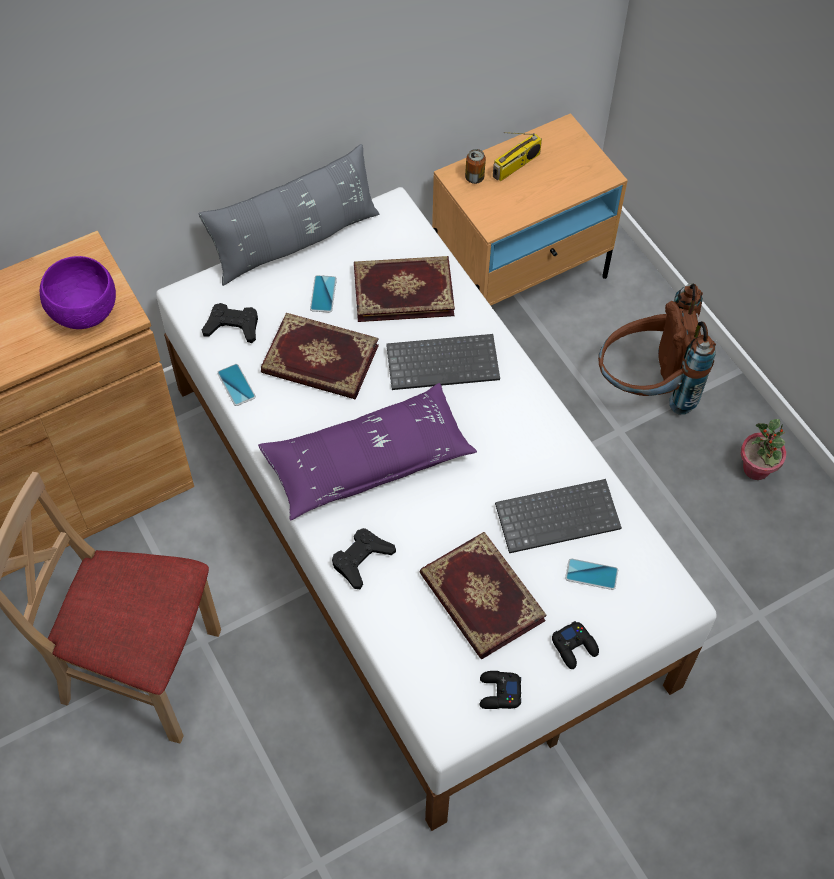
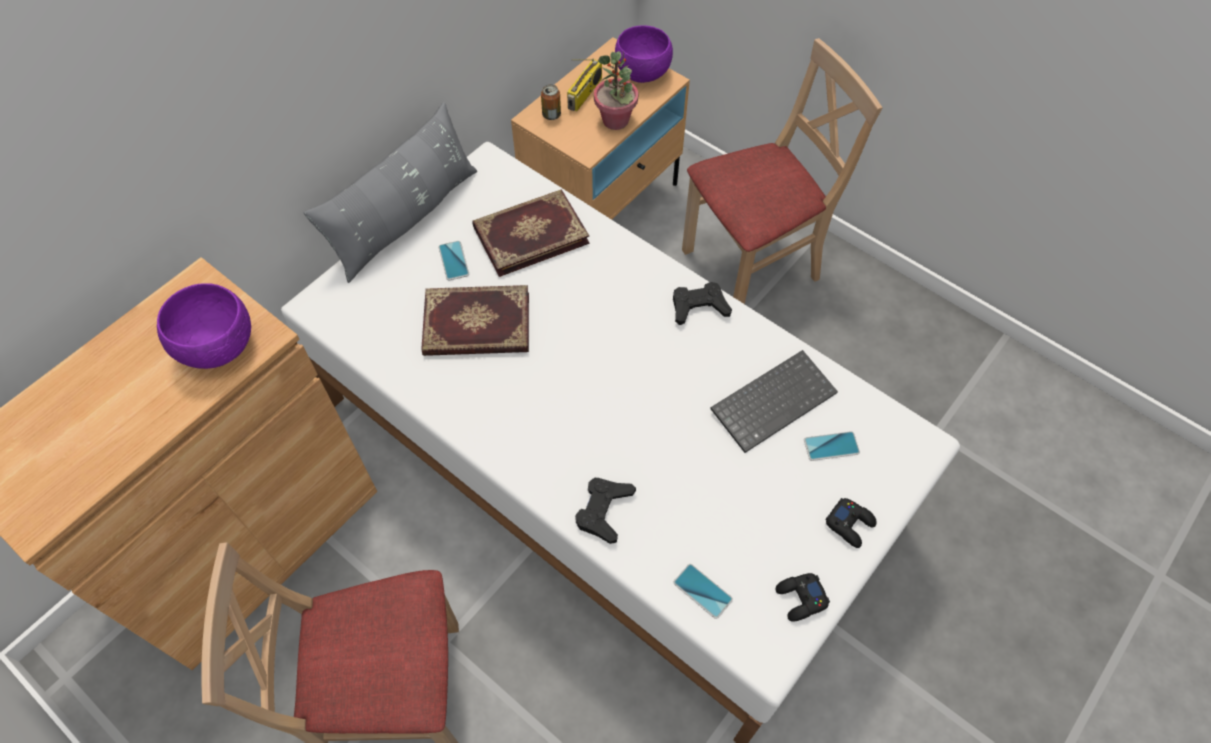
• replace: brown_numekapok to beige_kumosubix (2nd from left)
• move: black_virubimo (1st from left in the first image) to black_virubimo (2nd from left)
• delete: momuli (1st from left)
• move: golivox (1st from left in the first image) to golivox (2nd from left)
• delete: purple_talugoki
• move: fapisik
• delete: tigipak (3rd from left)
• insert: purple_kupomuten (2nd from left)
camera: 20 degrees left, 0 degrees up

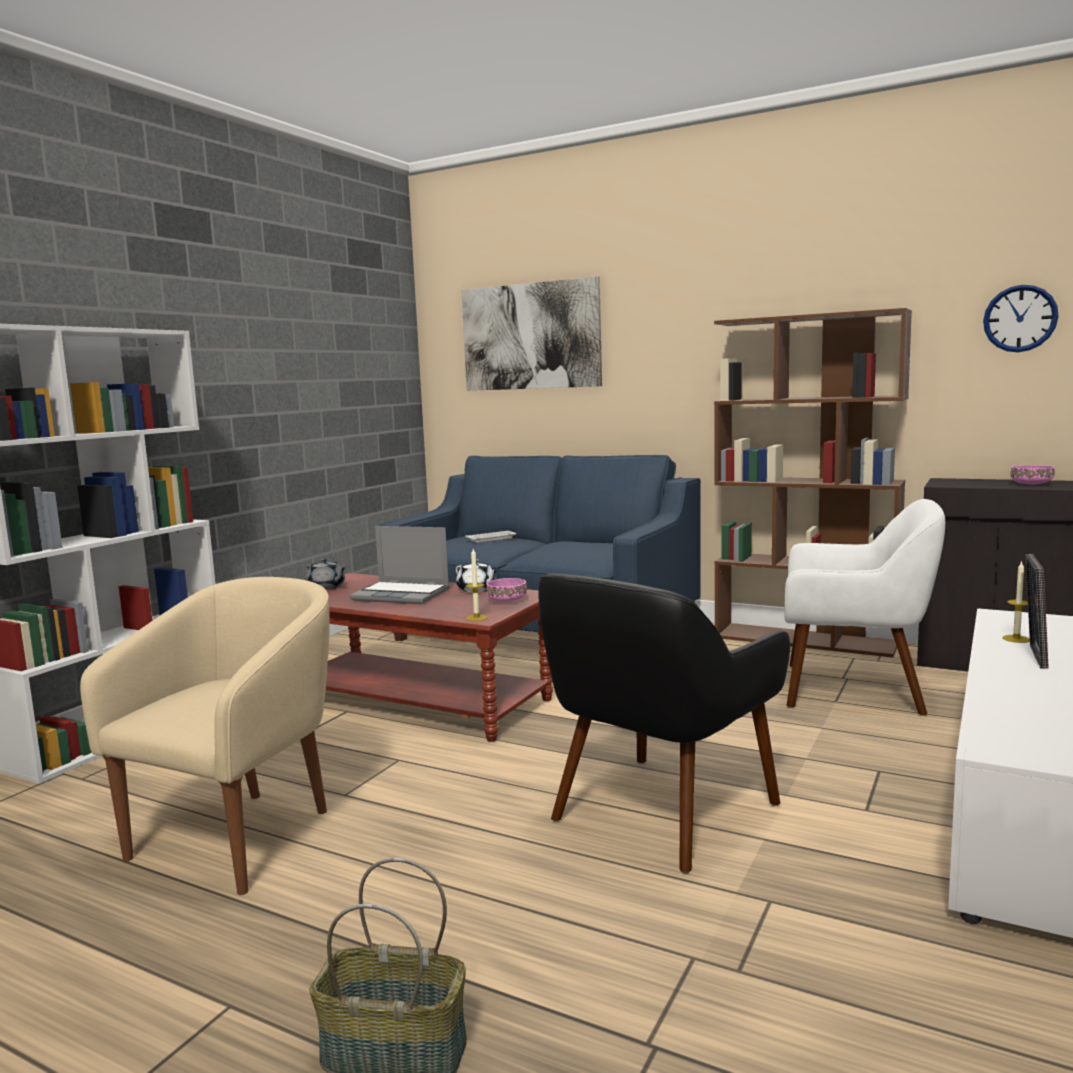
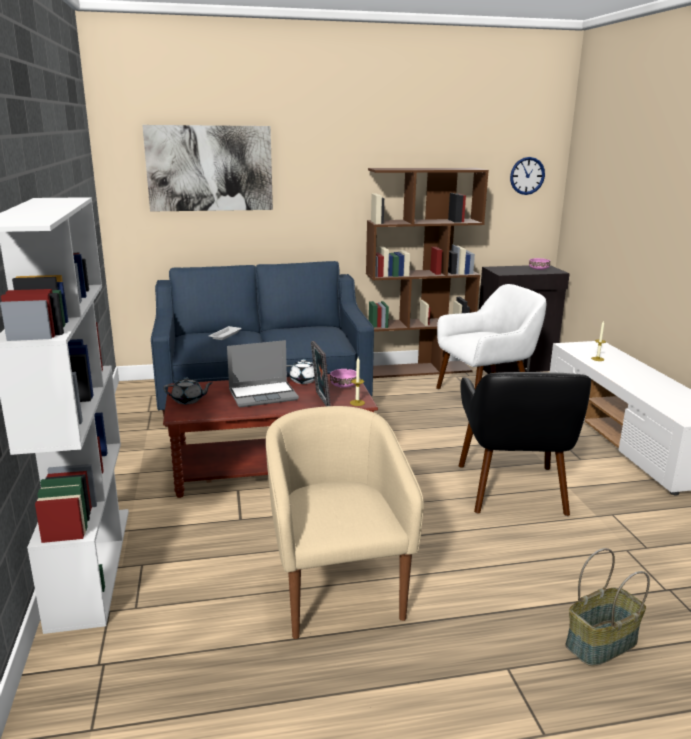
• move: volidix
camera: 40 degrees left, 10 degrees up

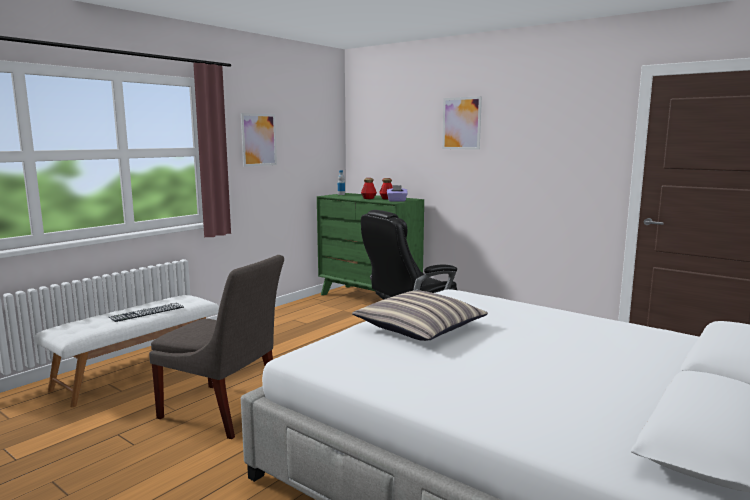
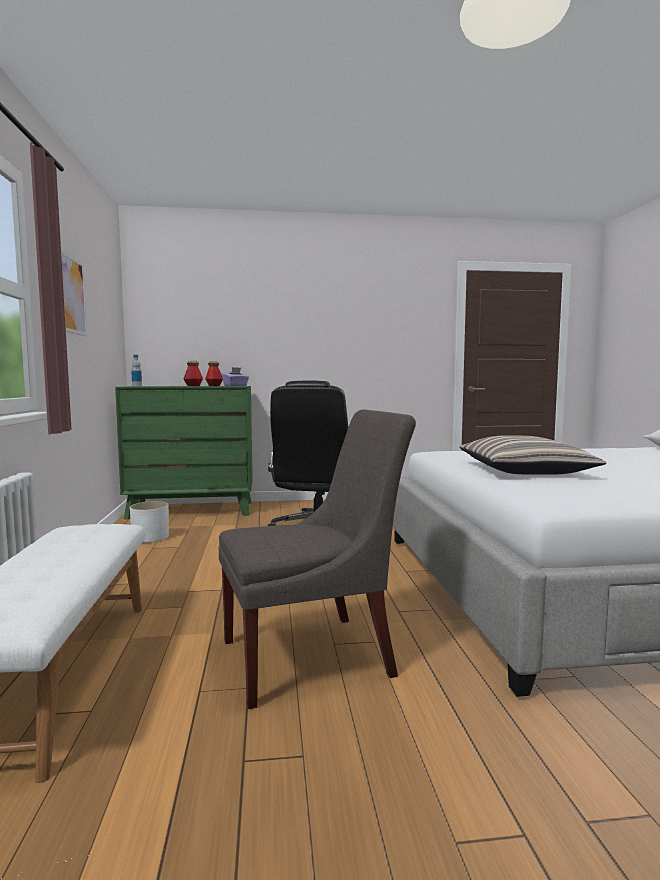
• delete: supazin (2nd from left)
• delete: momuli
• insert: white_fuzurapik
camera: 45 degrees left, 5 degrees down

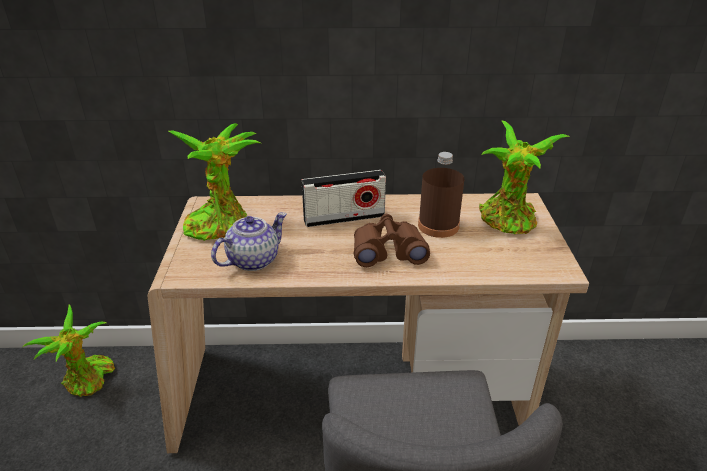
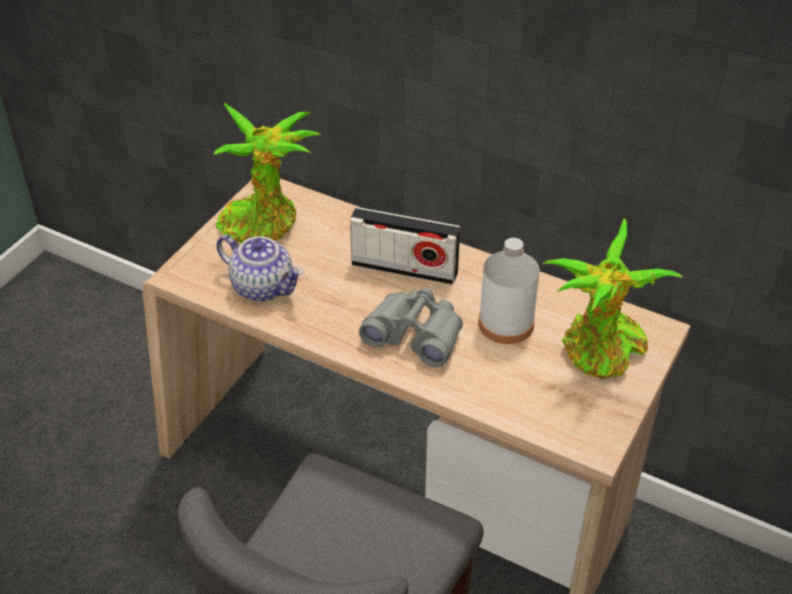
• recolor: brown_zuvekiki to white_zuvekiki
• rotate: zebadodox 45 degrees clockwise
• recolor: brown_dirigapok to grey_dirigapok
• delete: fapisik (1st from left)
camera: 30 degrees right, 10 degrees up

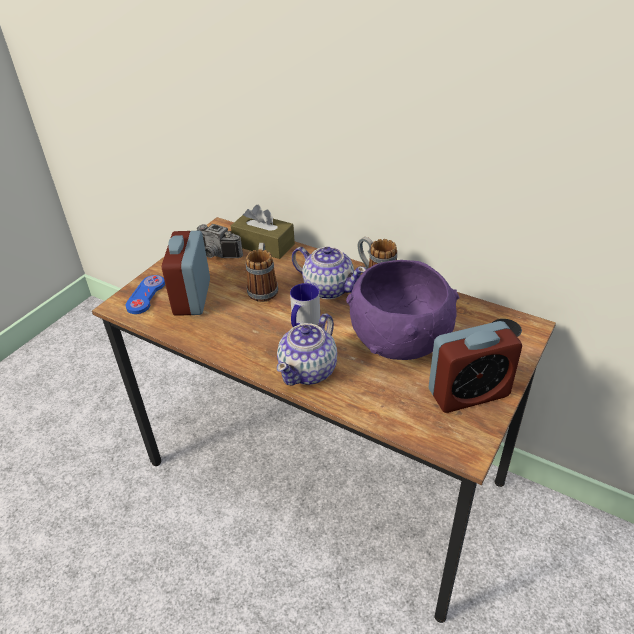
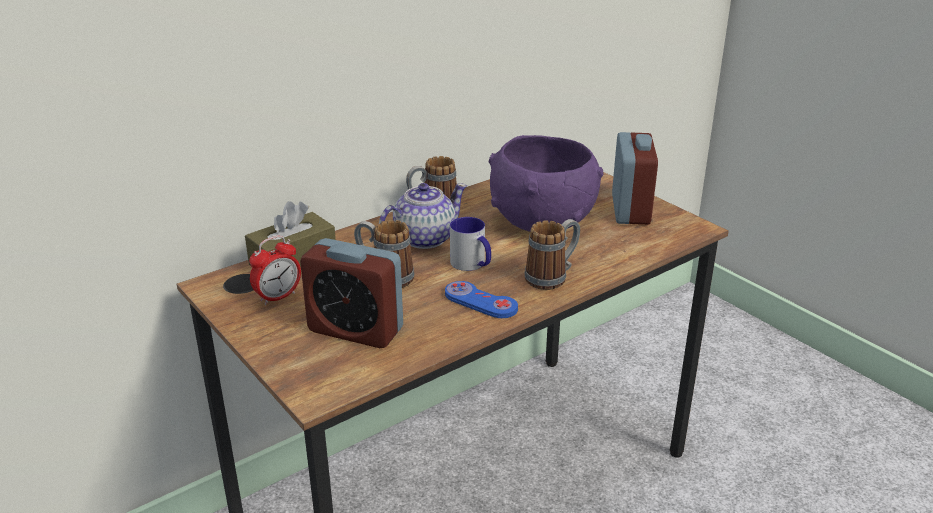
• replace: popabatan to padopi (1st from left)
• move: blue_virubimo
• replace: zebadodox (1st from left) to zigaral (4th from left)
camera: 70 degrees left, 10 degrees down

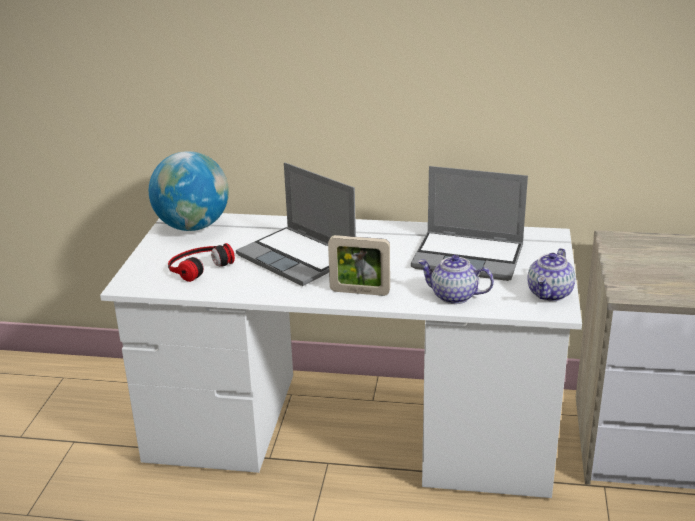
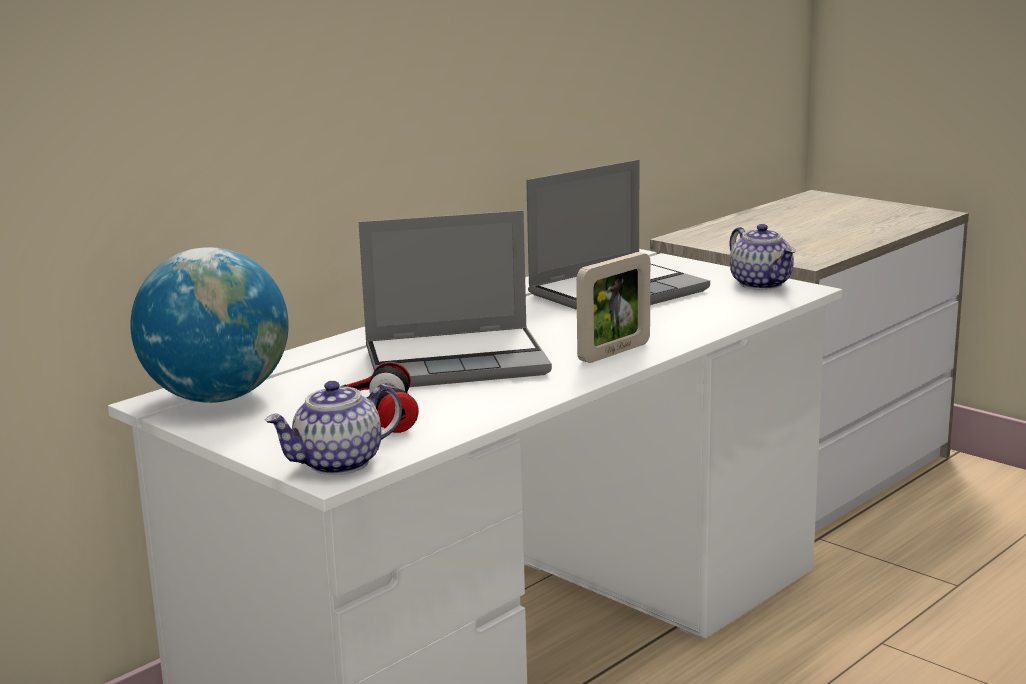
• move: zebadodox (1st from left)
camera: 55 degrees left, 10 degrees down

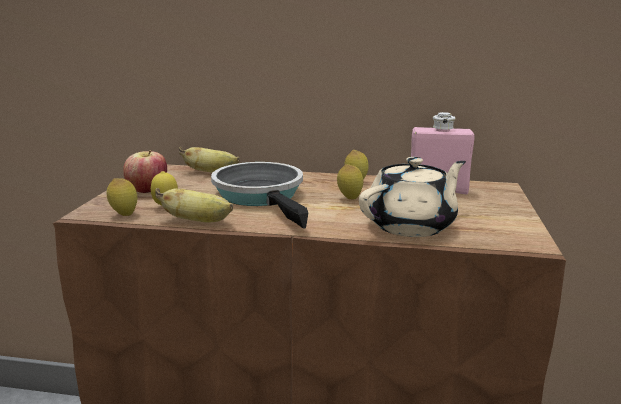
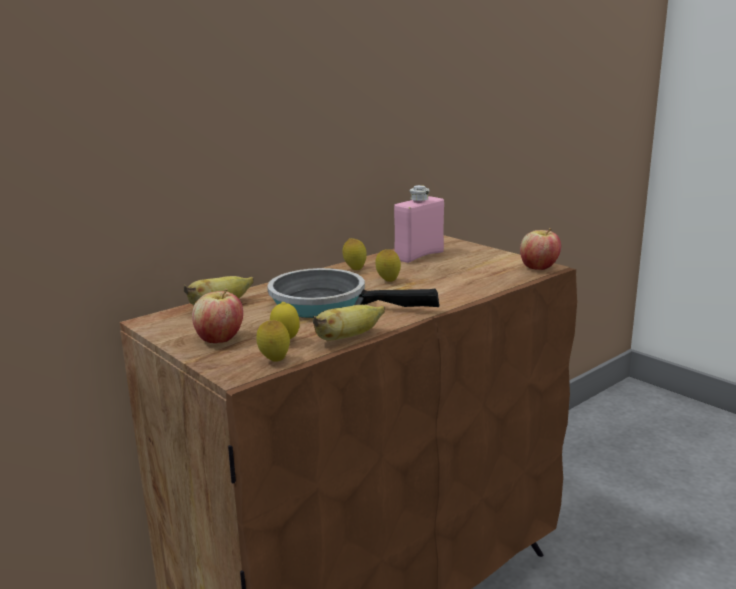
• delete: beige_zebadodox
• insert: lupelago (2nd from left)
camera: 50 degrees left, 0 degrees up

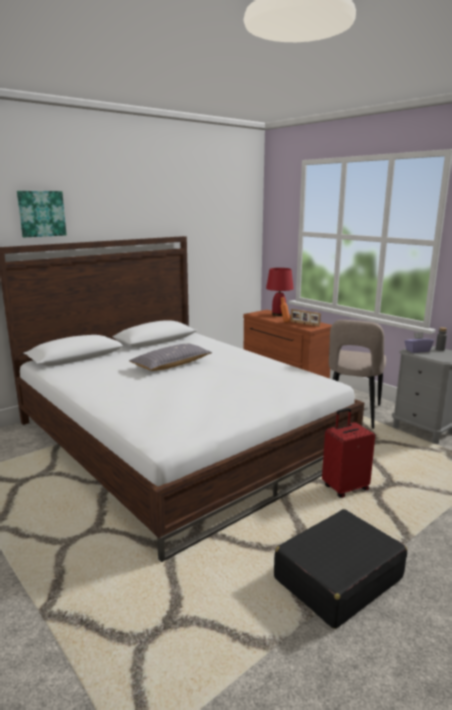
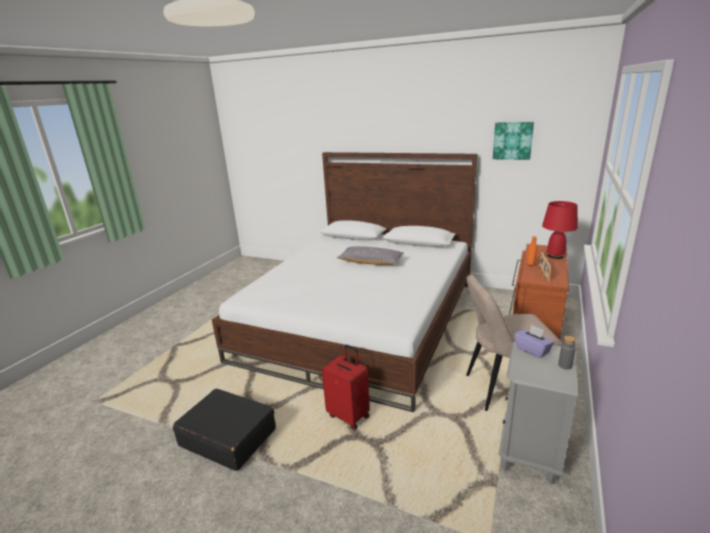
• move: supazin
camera: 65 degrees right, 5 degrees up

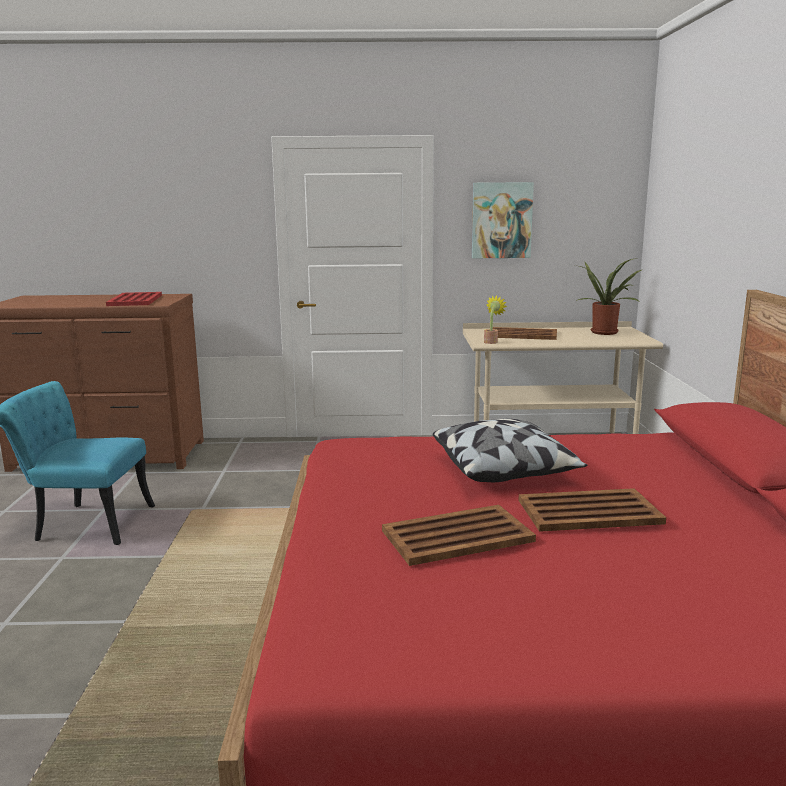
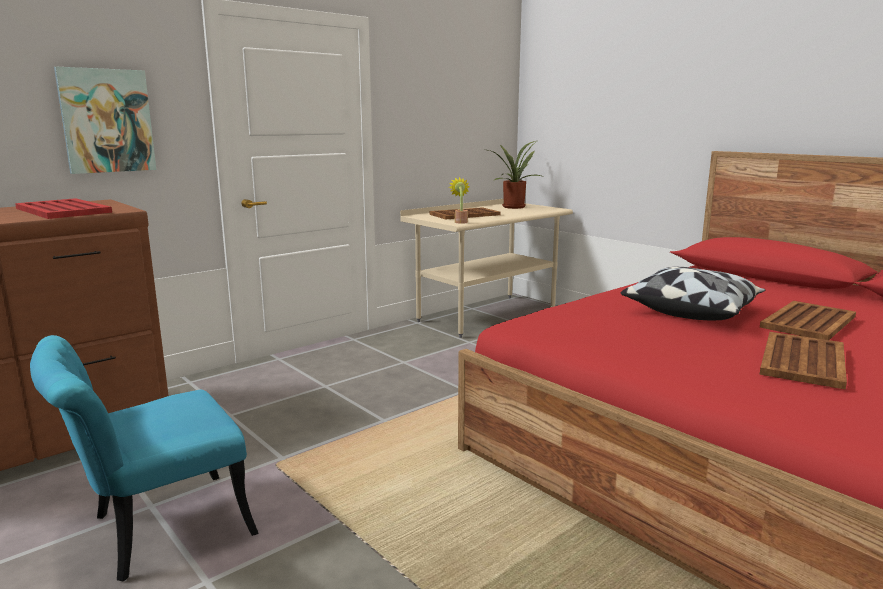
• move: supazin
camera: 40 degrees left, 0 degrees up

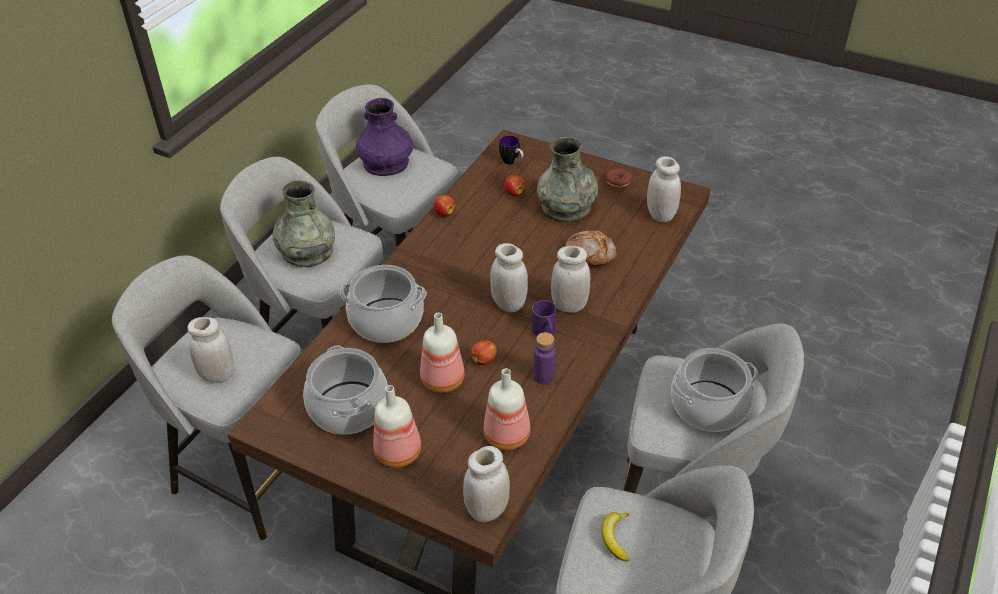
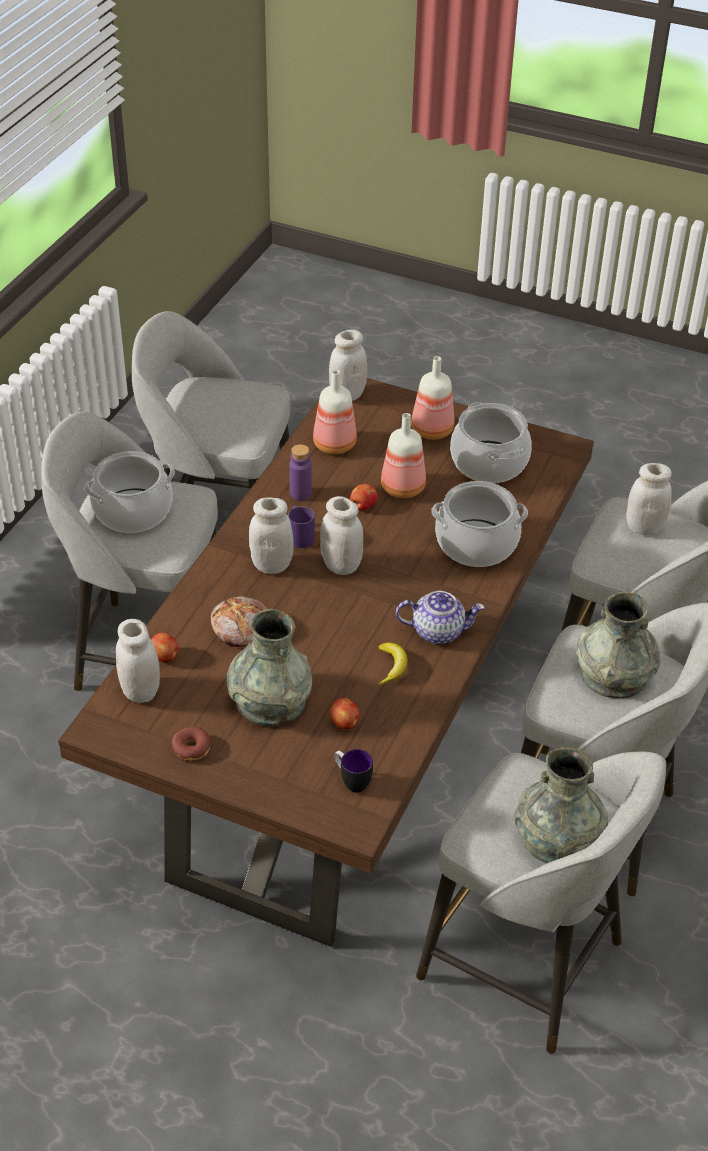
• recolor: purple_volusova to grey_volusova (2nd from left)
• move: lupelago (1st from left)
• move: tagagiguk
• insert: zebadodox
camera: 175 degrees right, 0 degrees up

